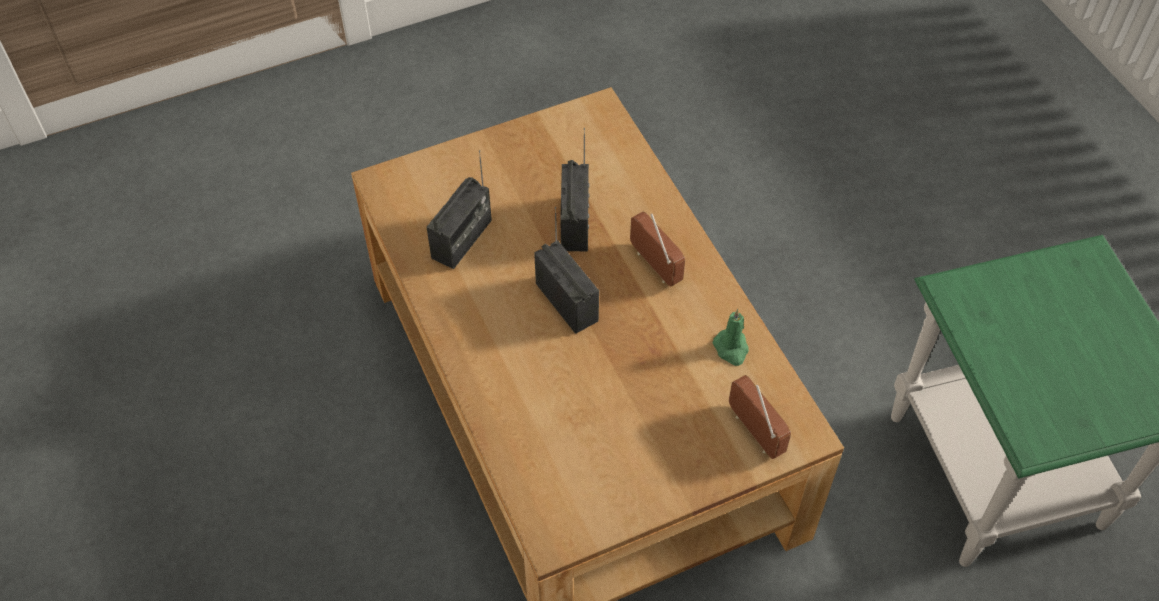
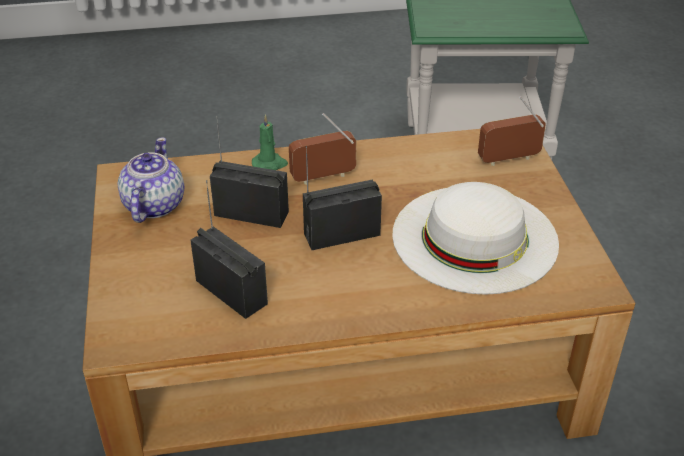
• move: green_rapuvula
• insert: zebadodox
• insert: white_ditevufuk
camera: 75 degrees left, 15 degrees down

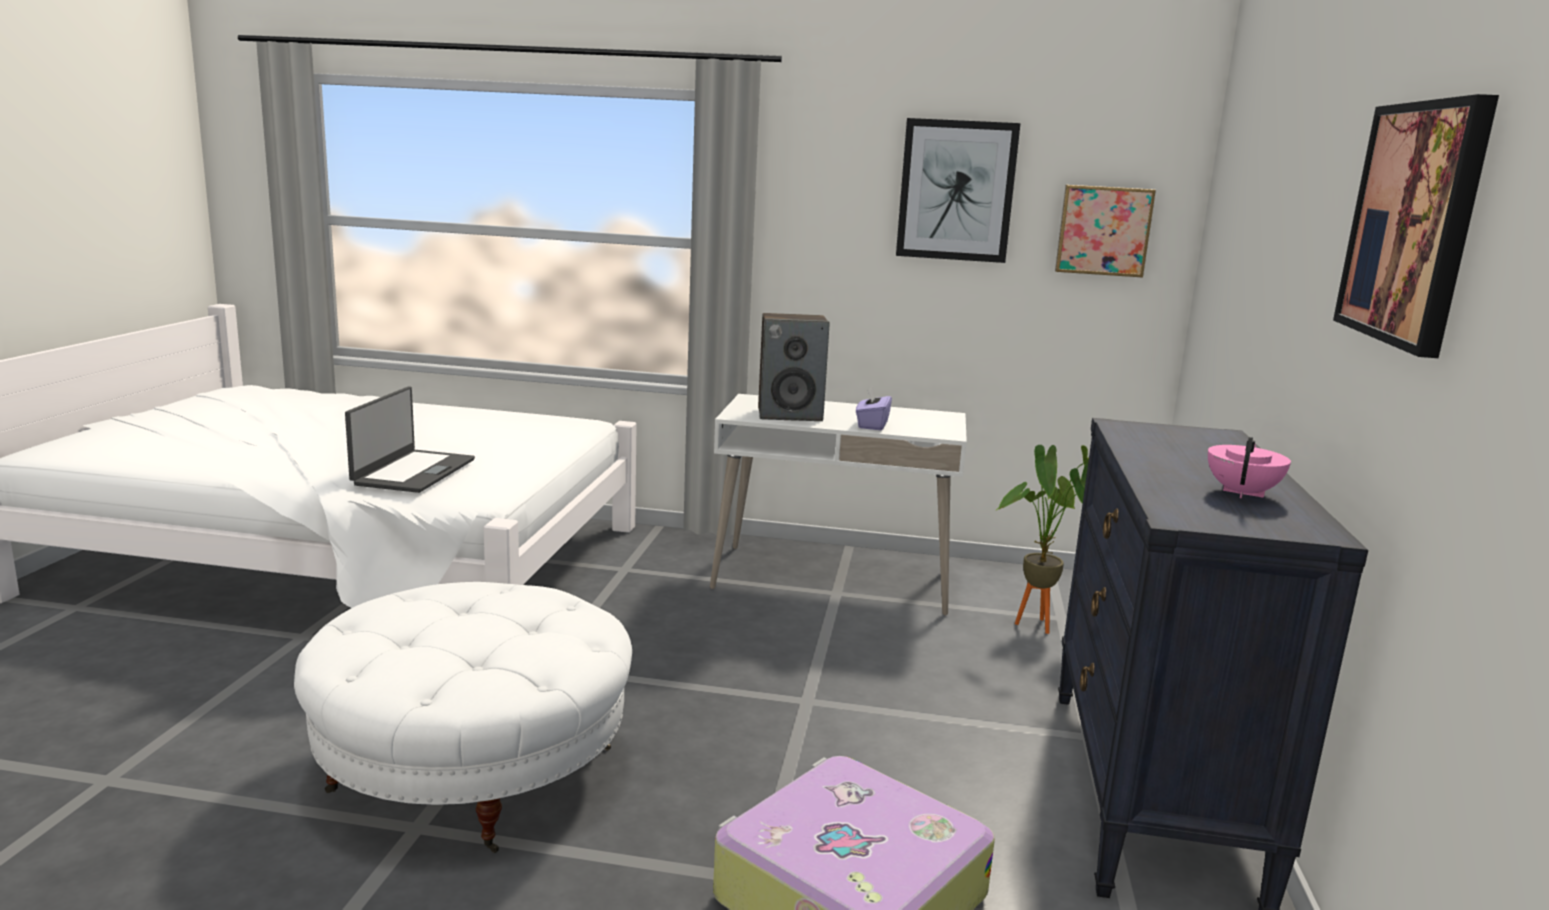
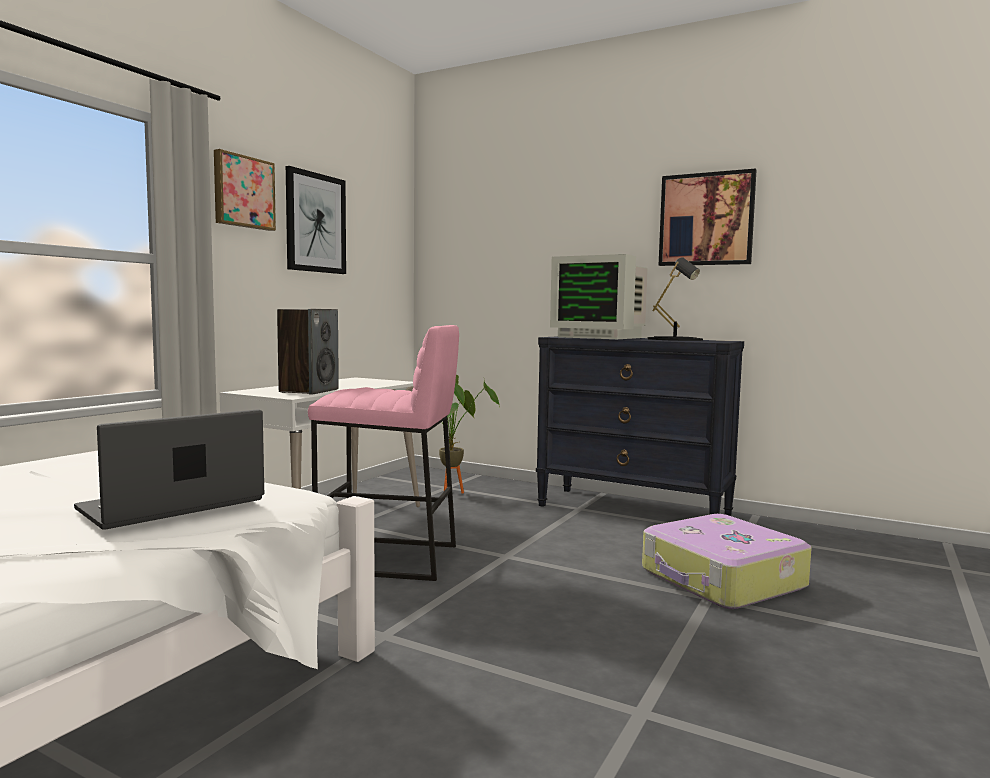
• move: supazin (2nd from left in the first image) to supazin (1st from left)
• rotate: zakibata 75 degrees counterclockwise
• delete: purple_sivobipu
• replace: pink_zebadodox to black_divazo
• delete: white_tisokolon
• insert: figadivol
• insert: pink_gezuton
camera: 70 degrees left, 10 degrees down

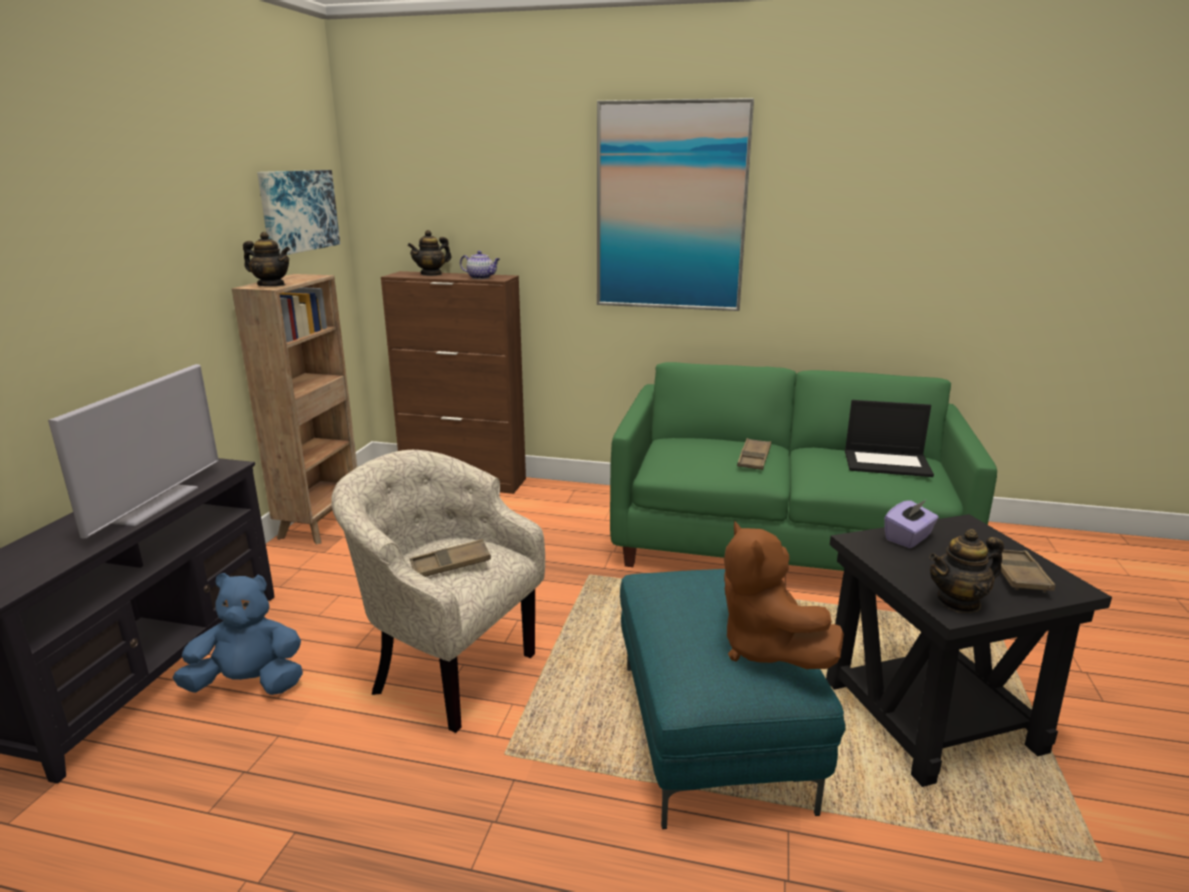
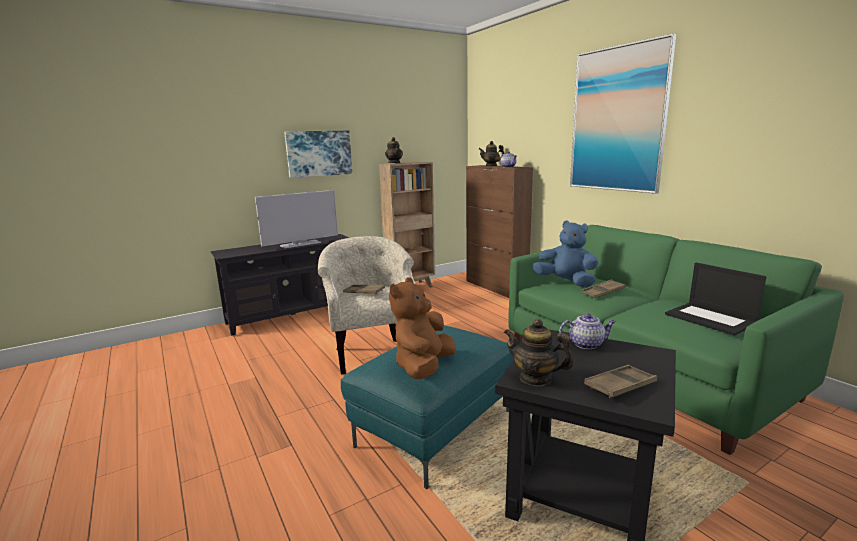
• move: supazin (1st from left)
• replace: purple_sivobipu to zebadodox (5th from left)
• move: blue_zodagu
camera: 45 degrees right, 5 degrees down

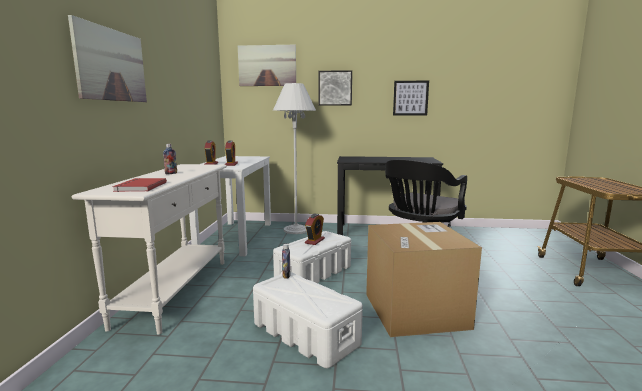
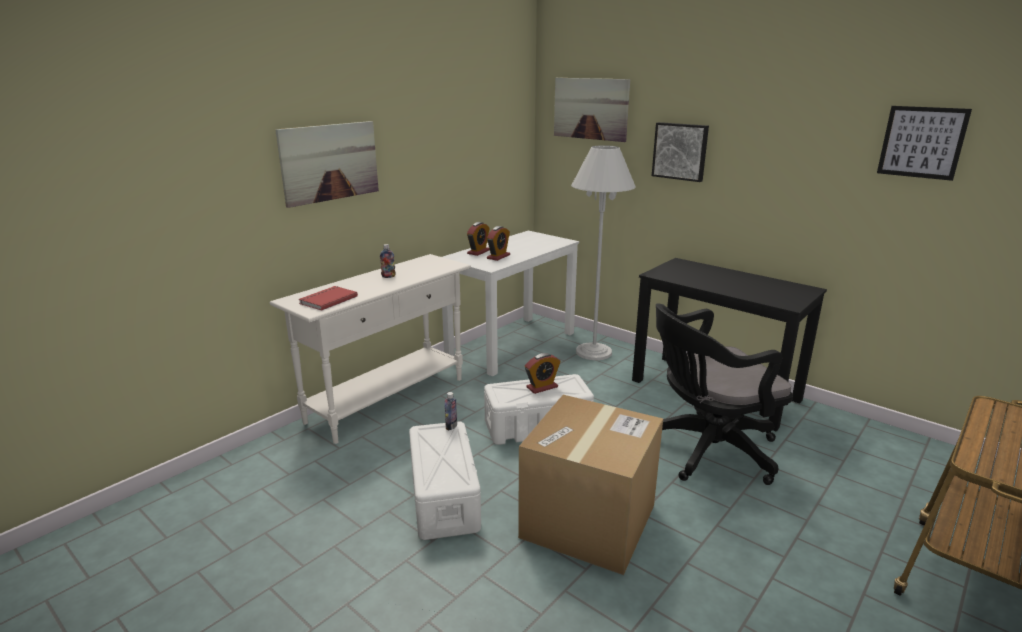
• move: supazin (4th from left)
camera: 35 degrees right, 10 degrees up

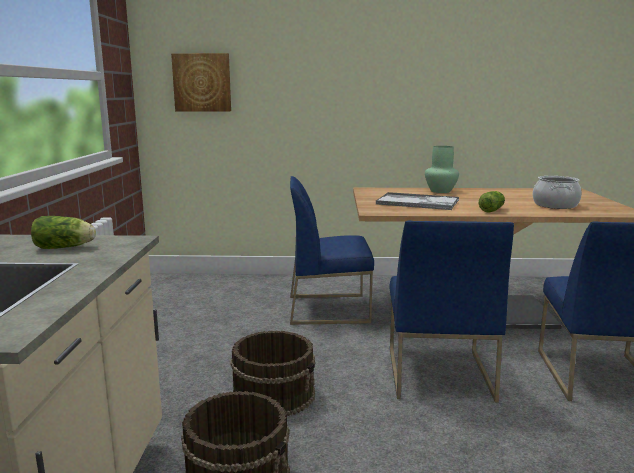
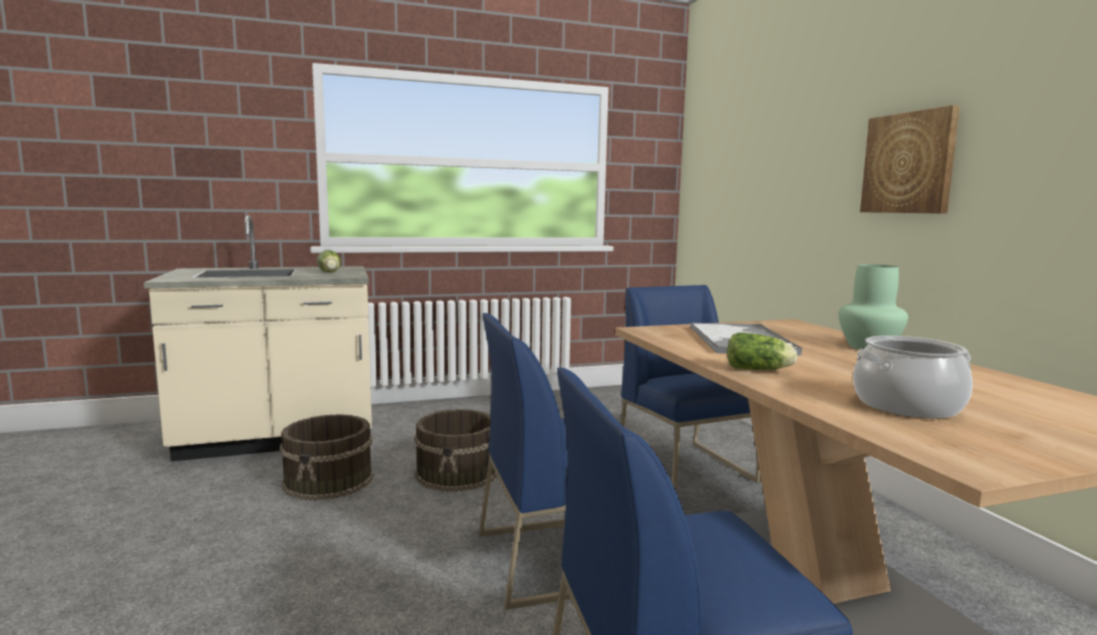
• move: supazin
camera: 70 degrees right, 5 degrees down

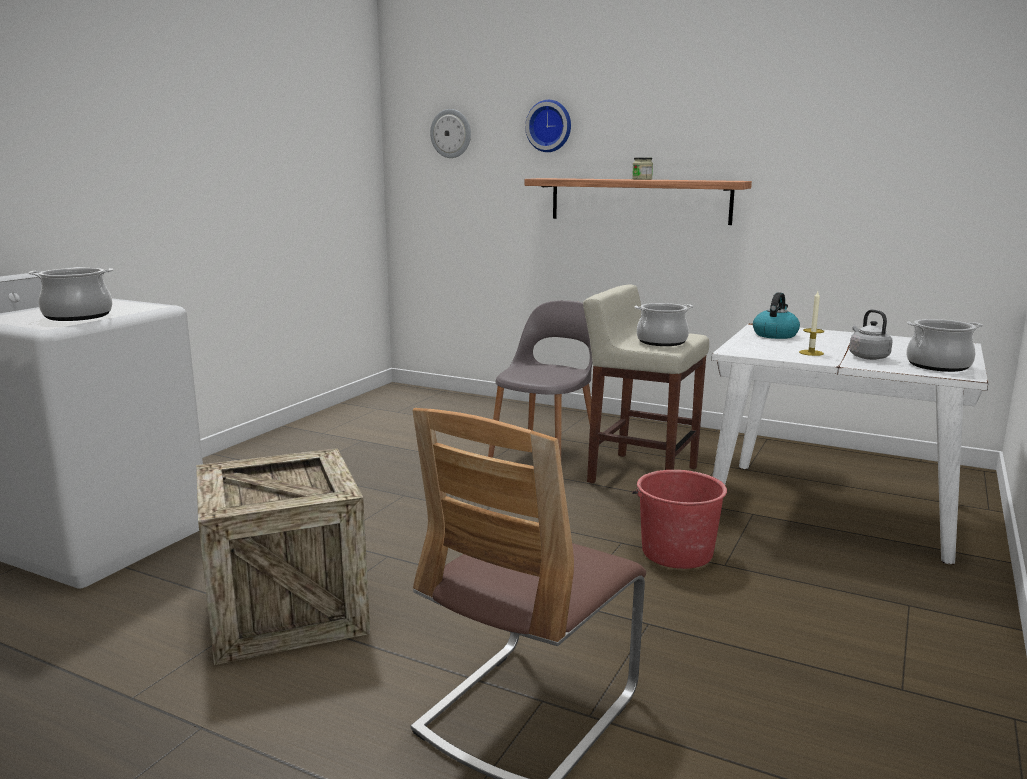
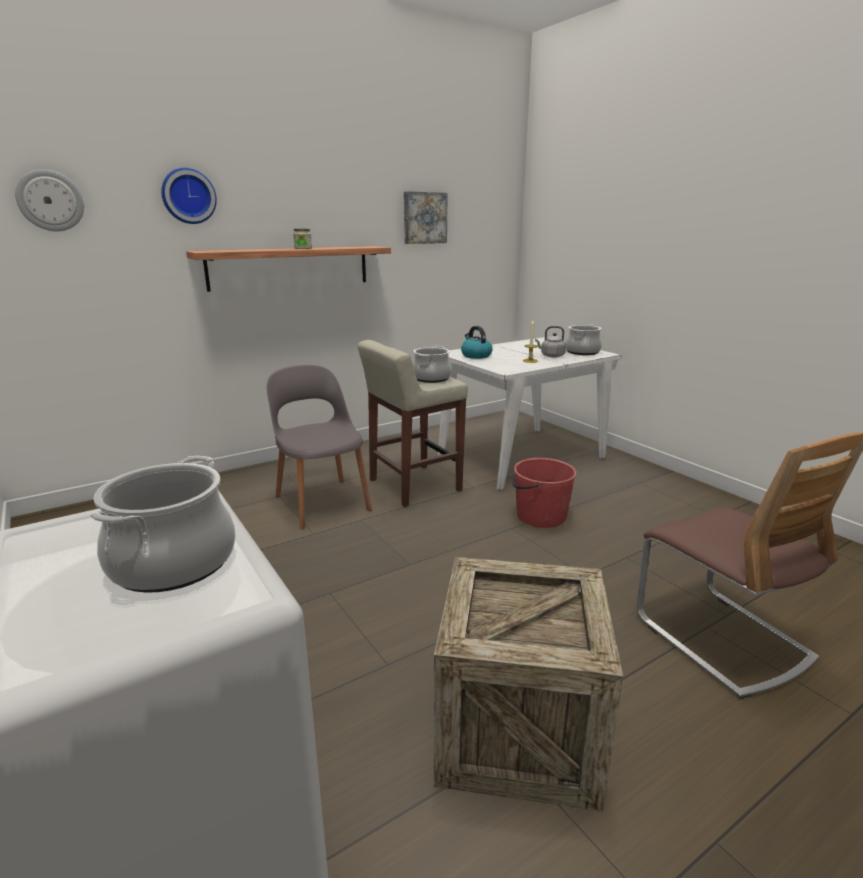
• insert: supazin
camera: 60 degrees left, 5 degrees up

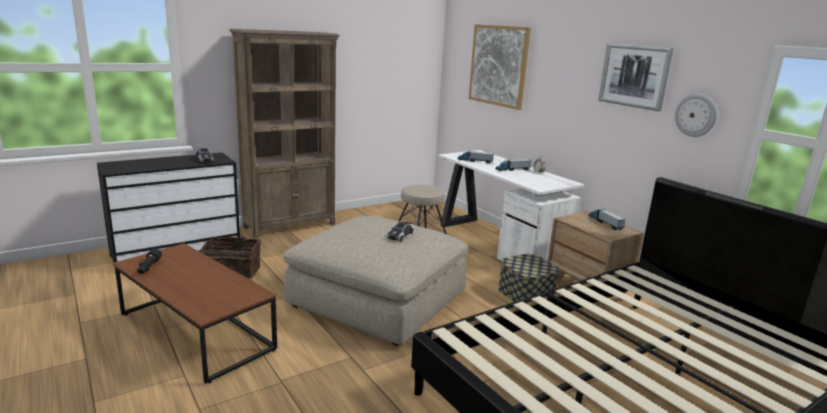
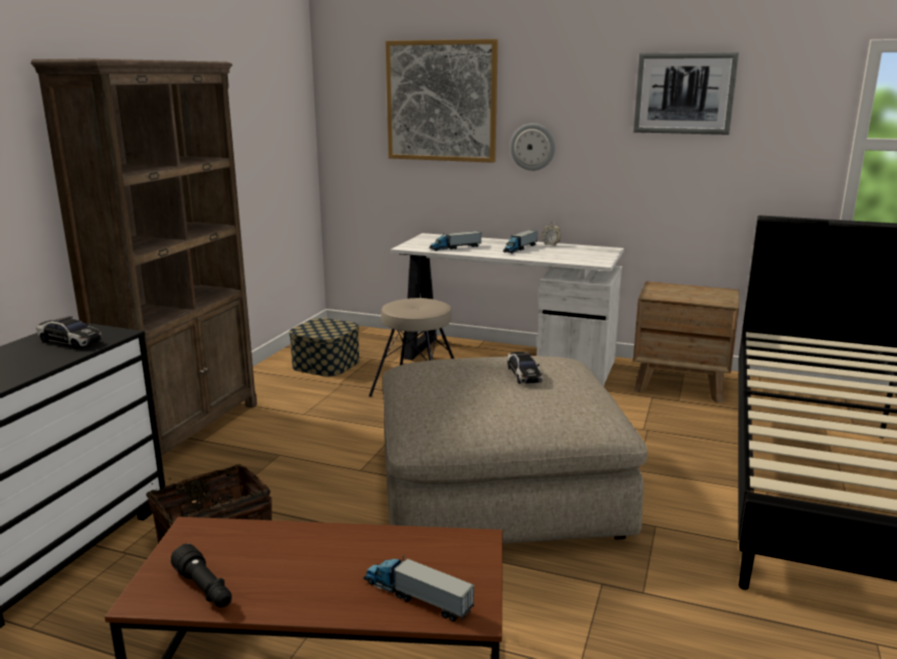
• move: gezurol
• move: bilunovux (3rd from left in the first image) to bilunovux (1st from left)
• move: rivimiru
camera: 35 degrees left, 0 degrees up

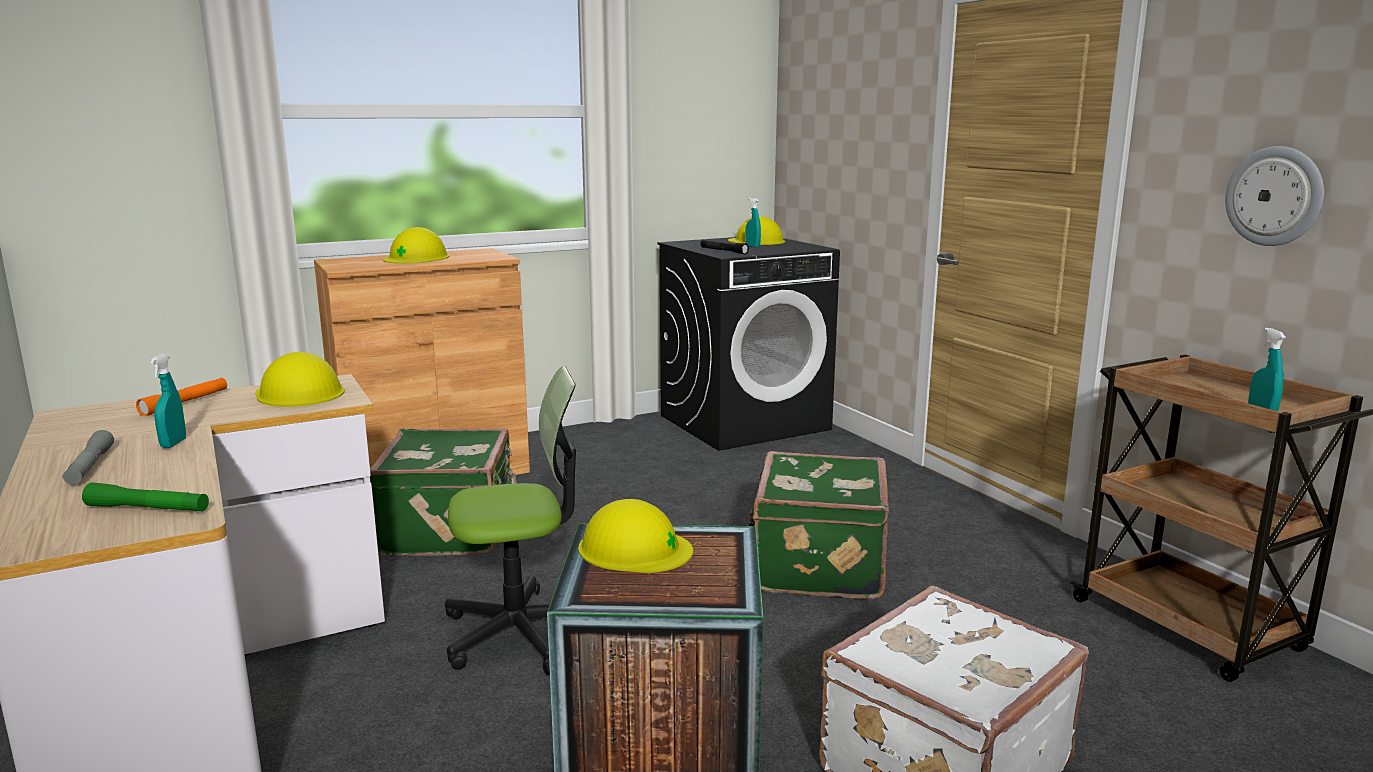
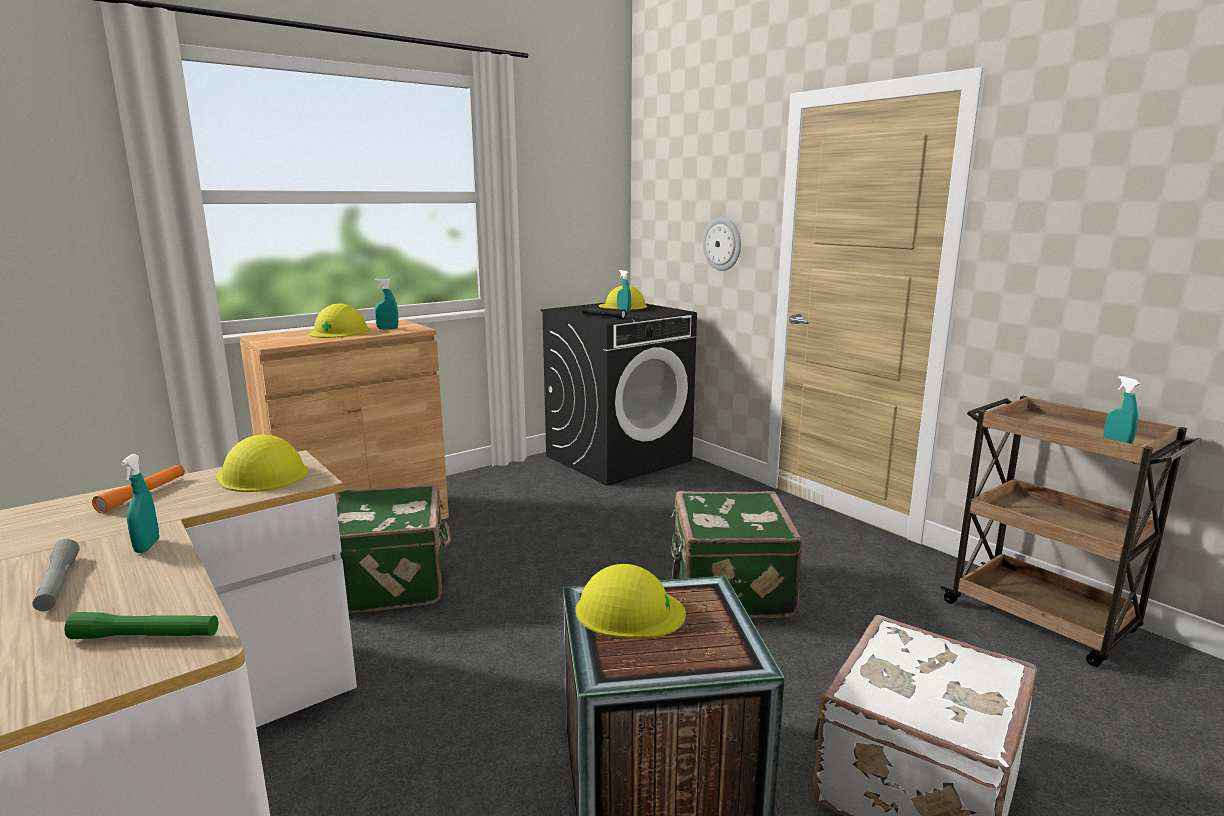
• move: gezurol
• delete: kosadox
• insert: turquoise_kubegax (2nd from left)
camera: 10 degrees left, 0 degrees up

